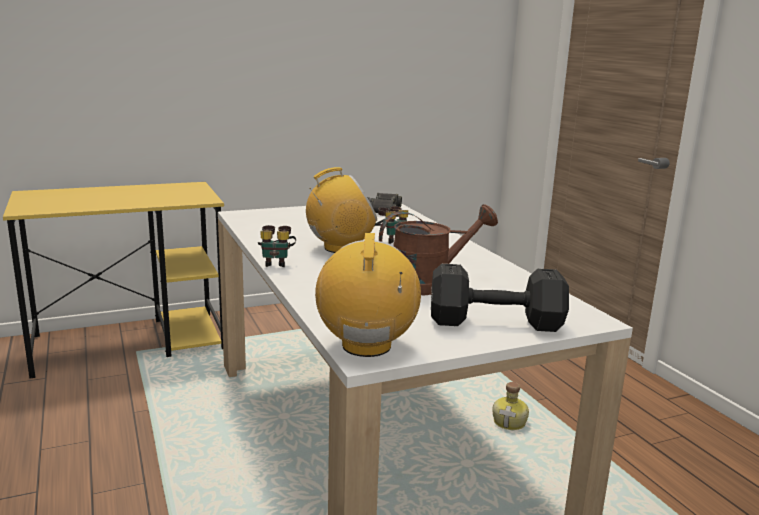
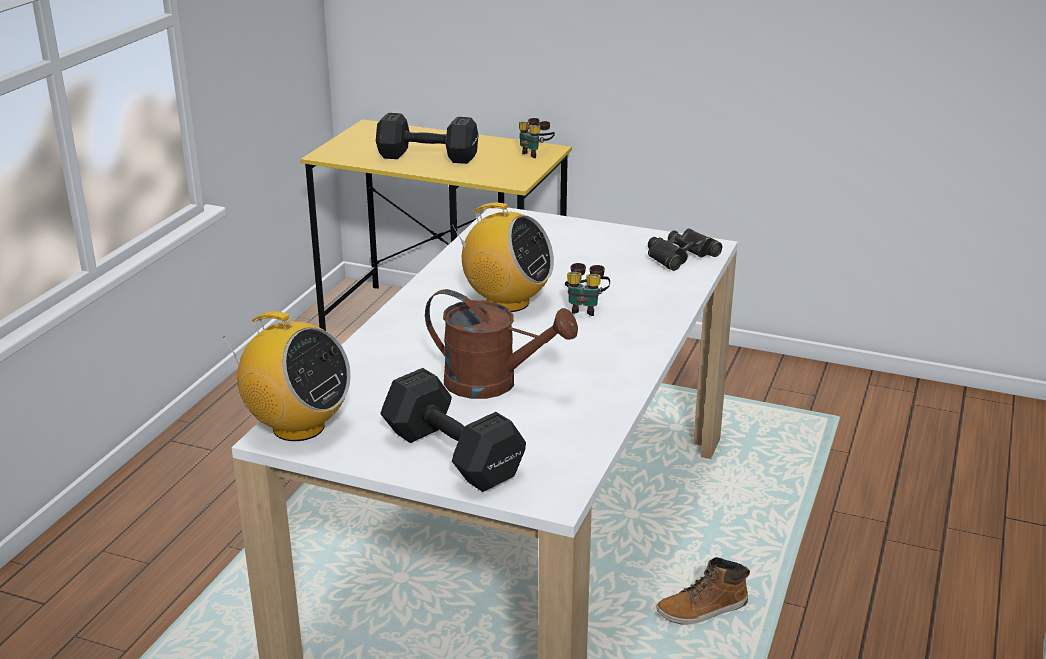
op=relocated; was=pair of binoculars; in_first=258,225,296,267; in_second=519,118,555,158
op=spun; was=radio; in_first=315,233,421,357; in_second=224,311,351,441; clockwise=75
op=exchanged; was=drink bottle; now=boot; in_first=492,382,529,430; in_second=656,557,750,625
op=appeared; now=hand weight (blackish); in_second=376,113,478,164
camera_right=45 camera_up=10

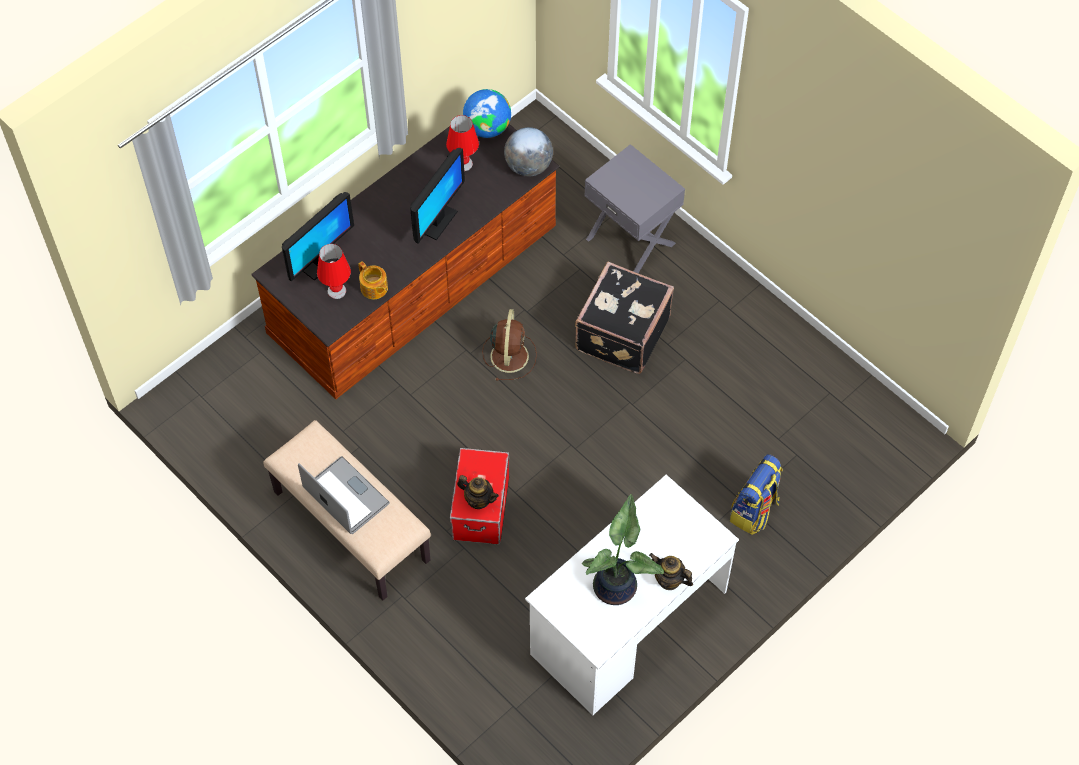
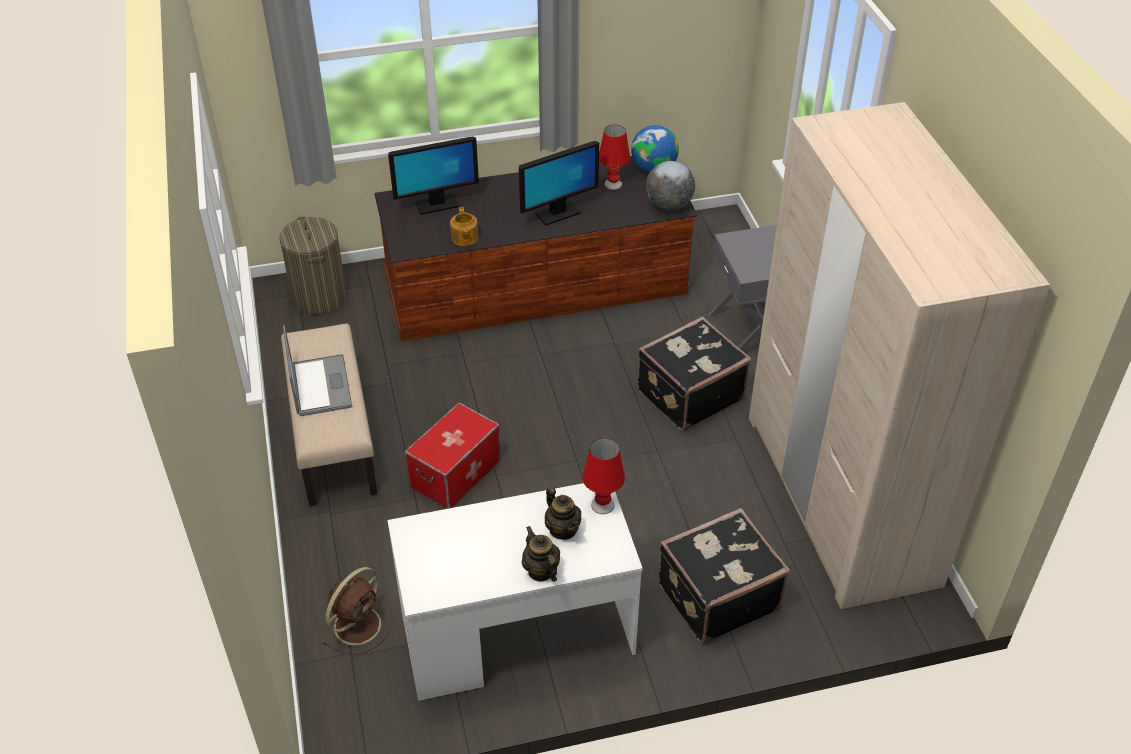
op=relocated; was=table lamp (red); in_first=317,244,351,299; in_second=582,438,625,514
op=relocated; was=pot for tea; in_first=457,475,499,509; in_second=545,487,581,540
op=relocated; was=fan (brown-coloured); in_first=482,309,537,381; in_second=322,567,393,655
op=missing; was=plant in a pot; in_first=582,494,664,605
op=exchanged; was=rucksack; now=piece of luggage (blackish); in_first=730,454,783,535; in_second=658,508,790,644
op=appeared; now=hamper; in_second=279,217,347,315
op=appeared; now=clothes cupboard (beige); in_second=749,102,1050,609
camera_right=30 camera_up=-15

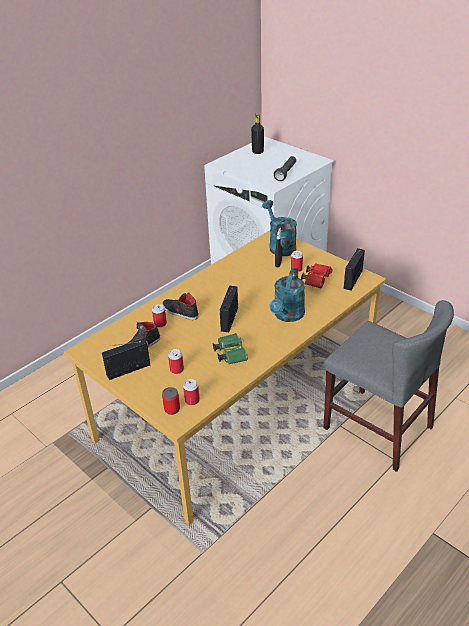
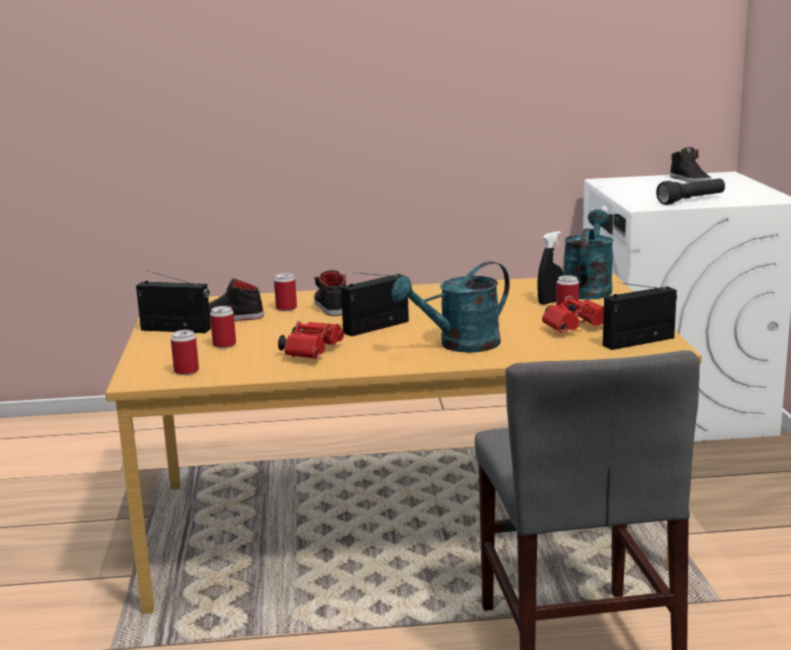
op=missing; was=can; in_first=162,387,180,415
op=colour; was=pair of binoculars (green-coloured); now=pair of binoculars (red); in_first=213,333,248,364; in_second=278,321,344,359
op=exchanged; was=drink bottle (blackish); now=shoe (blackish); in_first=251,113,264,154; in_second=670,147,711,183
camera_right=40 camera_up=-20

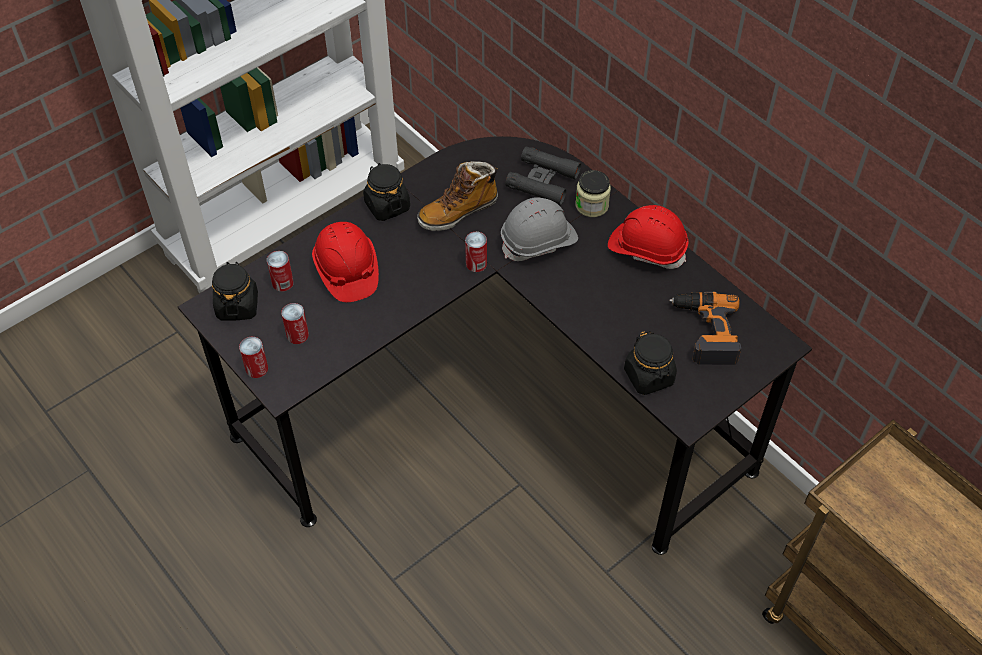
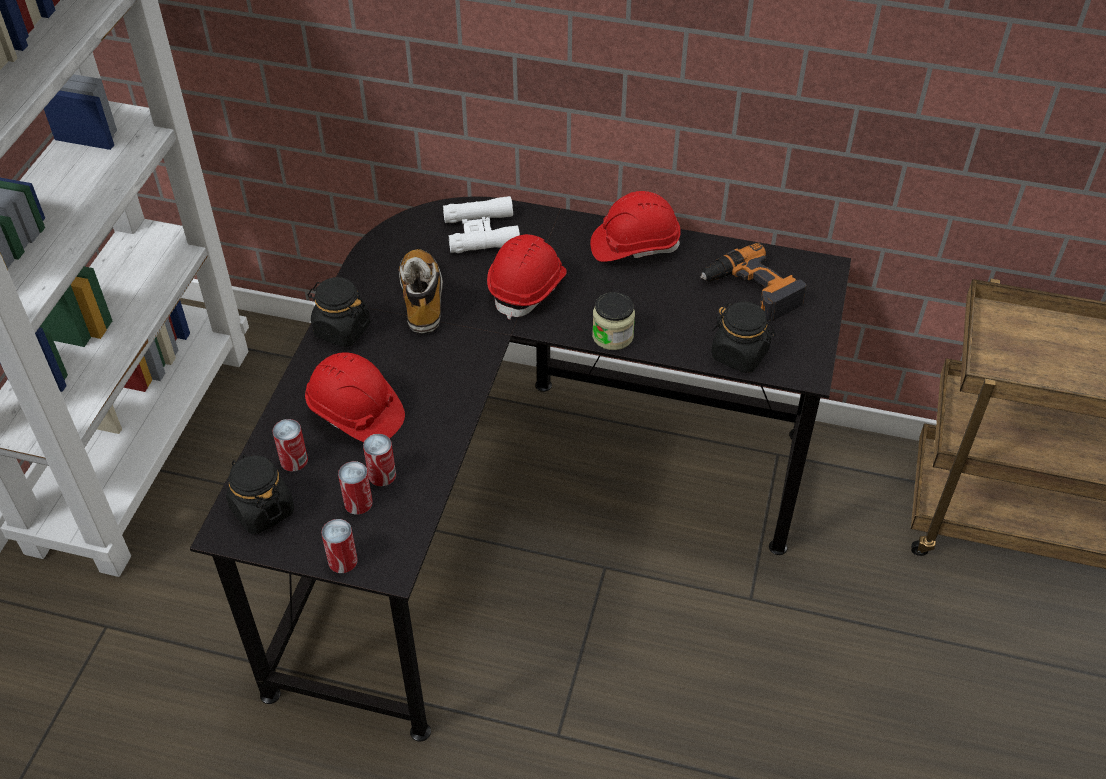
op=spun; was=boot; in_first=417,161,498,231; in_second=398,249,443,334; clockwise=150
op=relocated; was=can; in_first=465,232,487,272; in_second=363,434,396,486
op=colour; was=safety helmet (gray); now=safety helmet (red); in_first=501,197,578,261; in_second=487,234,567,320
op=colour; was=pair of binoculars (blackish); now=pair of binoculars (white-coloured); in_first=505,147,581,206; in_second=443,196,520,253
op=relocated; was=jar; in_first=575,170,611,217; in_second=592,292,635,350
camera_right=-35 camera_up=-5

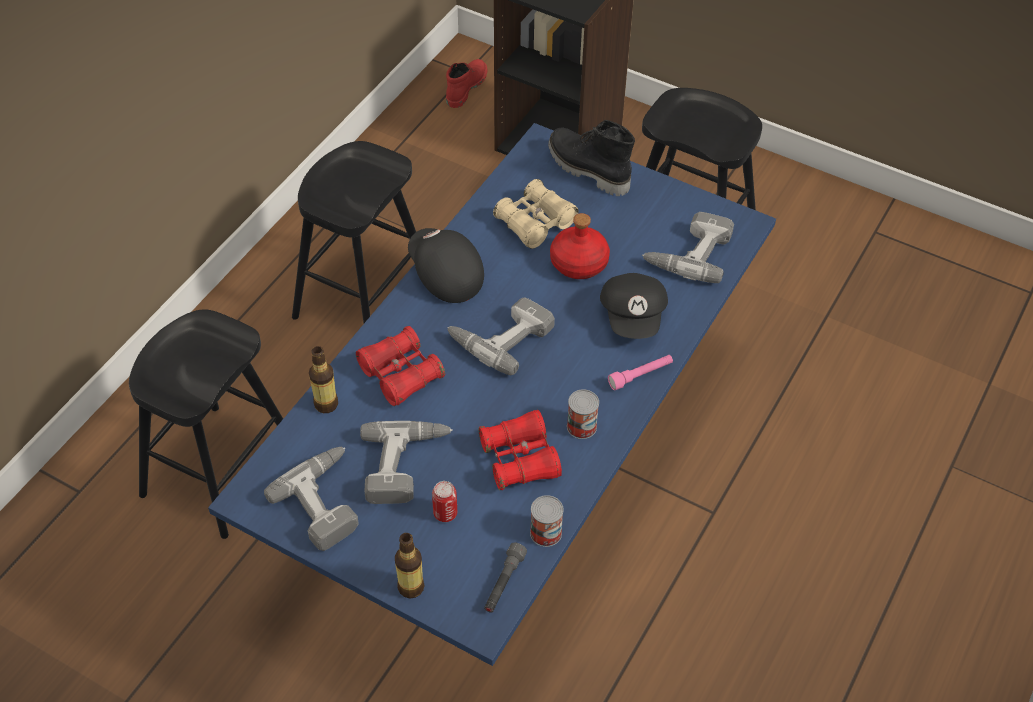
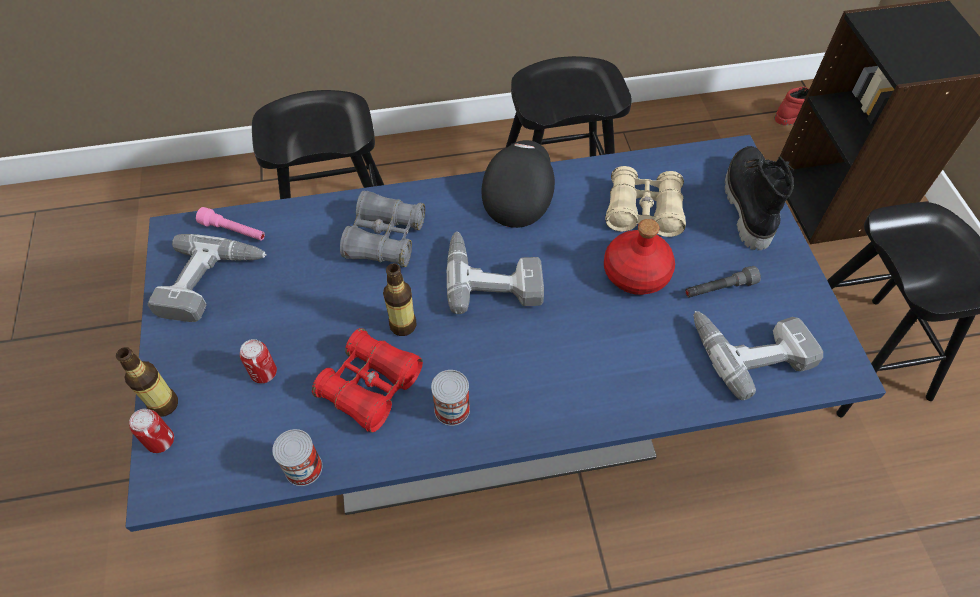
op=relocated; was=drink bottle; in_first=309,346,338,413; in_second=383,263,416,336
op=colour; was=pair of binoculars (red); now=pair of binoculars (gray); in_first=356,326,445,406; in_second=340,191,425,267
op=missing; was=electric drill; in_first=360,421,453,504
op=relocated; was=flashlight (gray); in_first=484,542,527,613; in_second=685,266,761,298
op=missing; was=peaked cap (blackish); in_first=600,273,668,339
op=relocated; was=flashlight (pinkish); in_first=608,355,673,390; in_second=196,207,265,241
op=appeared; now=can; in_second=129,409,174,453
camera_right=50 camera_up=5

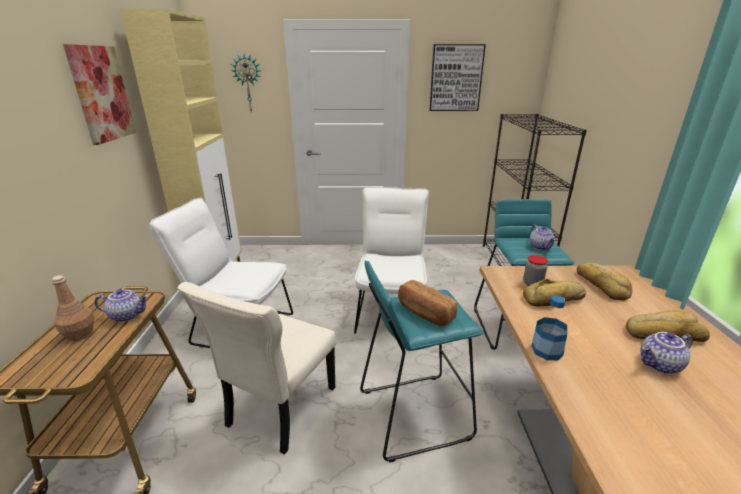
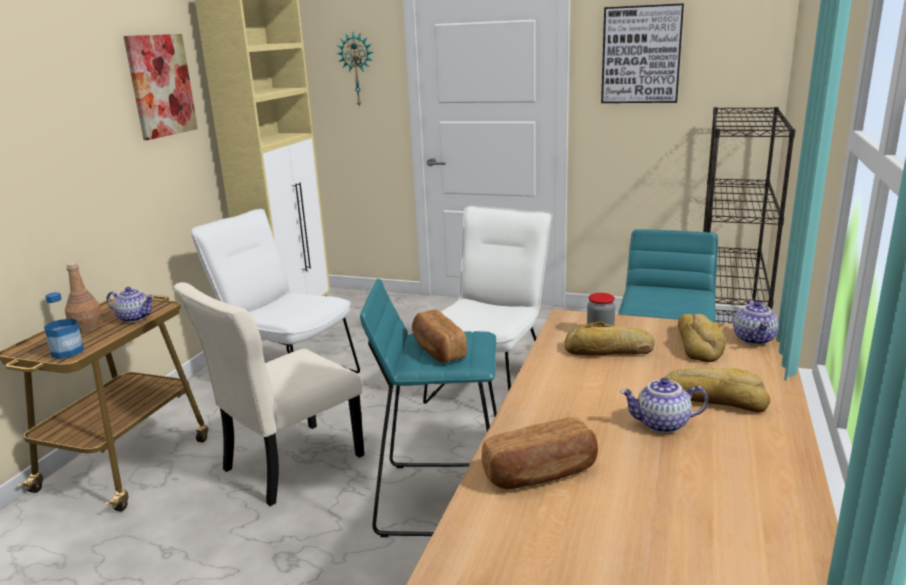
op=relocated; was=pot for tea; in_first=529,225,556,250; in_second=733,299,779,345
op=relocated; was=drink bottle; in_first=531,295,567,360; in_second=44,292,83,359
op=appeared; now=bakery bread; in_second=482,417,598,489
camera_right=20 camera_up=-5

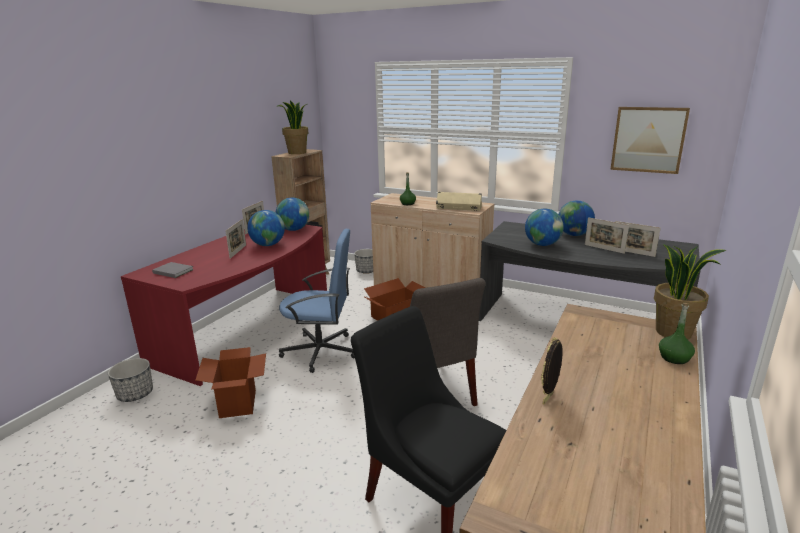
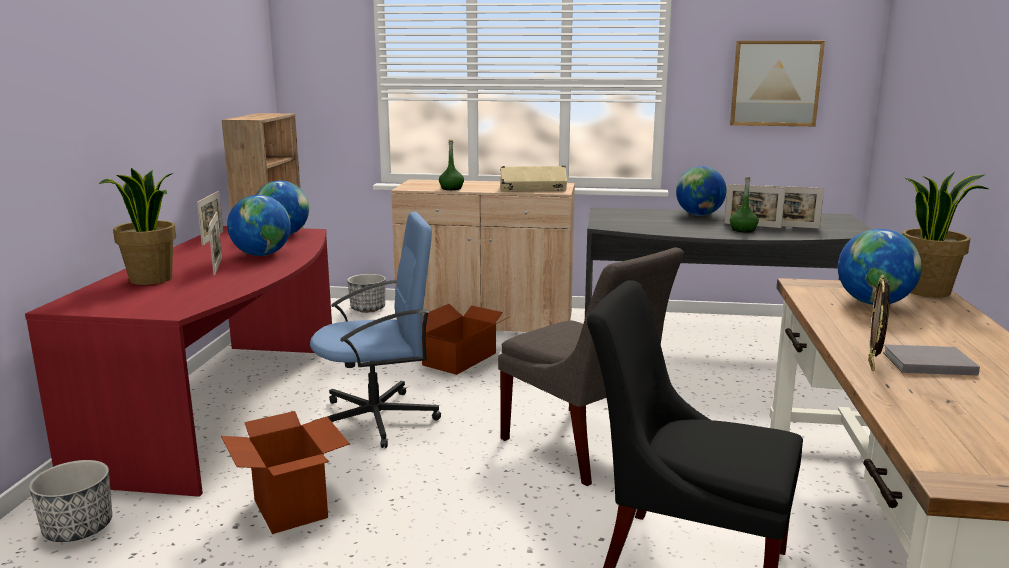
op=relocated; was=book (gray); in_first=152,262,194,278; in_second=883,344,980,376
op=relocated; was=plant in a pot; in_first=276,100,308,154; in_second=98,168,176,285
op=relocated; was=world globe; in_first=525,208,564,246; in_second=838,229,922,305
op=relocated; was=drink bottle (green-coloured); in_first=659,303,695,364; in_second=730,177,759,232
camera_right=-20 camera_up=-5

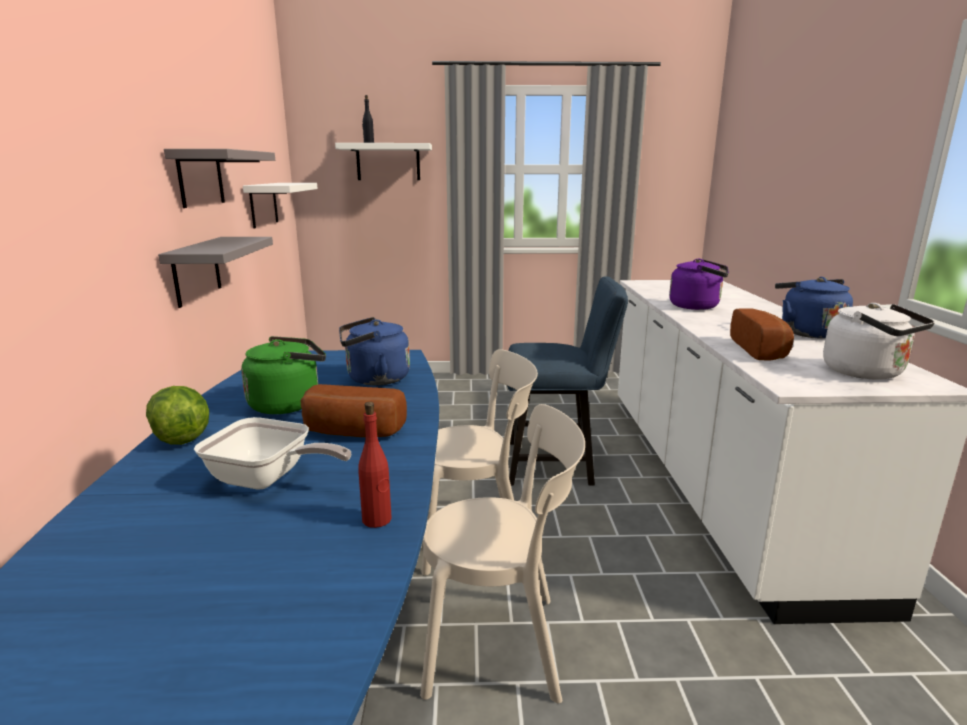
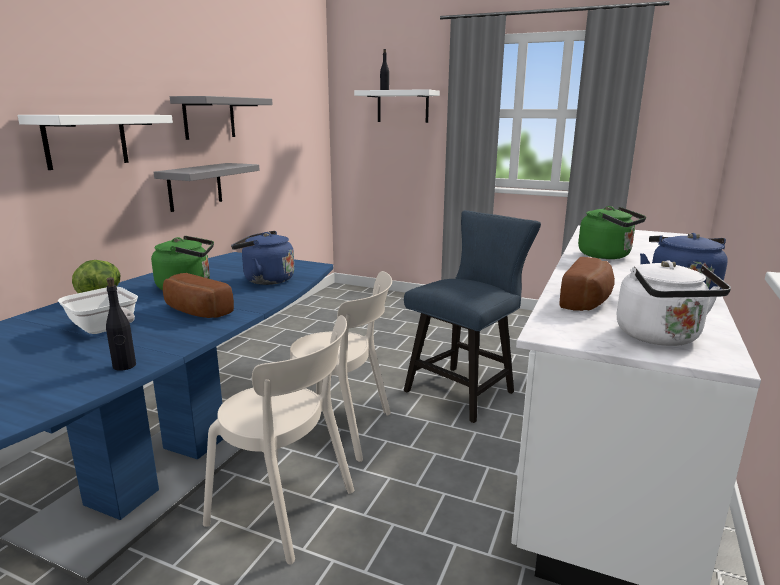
op=relocated; was=bracket shelf (white-coloured); in_first=243,183,318,229; in_second=18,115,173,170
op=colour; was=drink bottle (red); now=drink bottle (blackish); in_first=358,402,392,528; in_second=106,277,136,371
op=spun; was=chair (blue-coloured); in_first=507,276,628,486; in_second=404,210,541,423; clockwise=-75
op=colour; was=tea kettle (purple); now=tea kettle (green-coloured); in_first=669,259,729,310; in_second=578,206,646,259
camera_right=25 camera_up=0

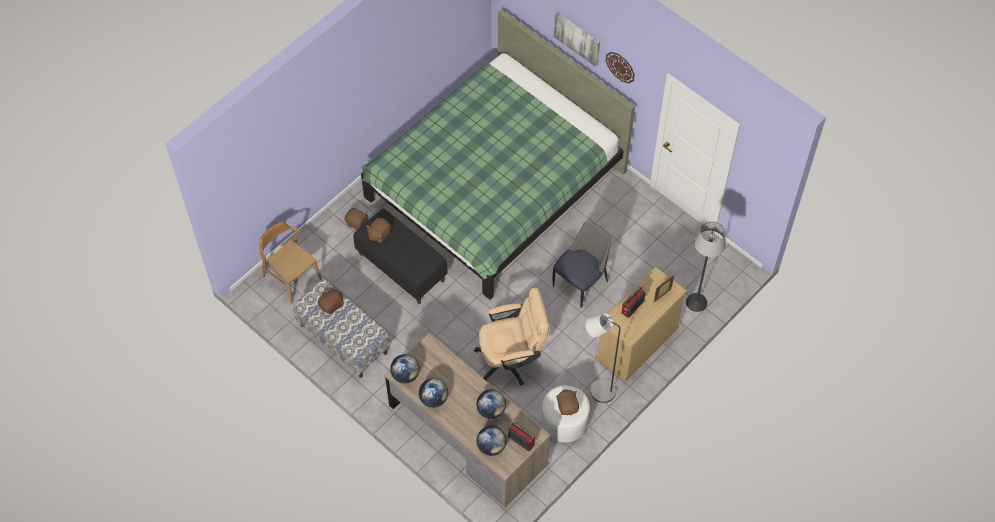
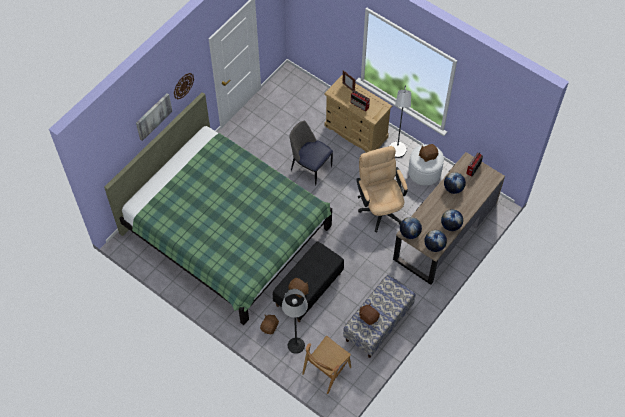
op=relocated; was=world globe; in_first=477,426,507,456; in_second=400,217,422,239
op=relocated; was=standard lamp; in_first=686,222,726,312; in_second=282,289,308,354
camera_right=-95 camera_up=0

